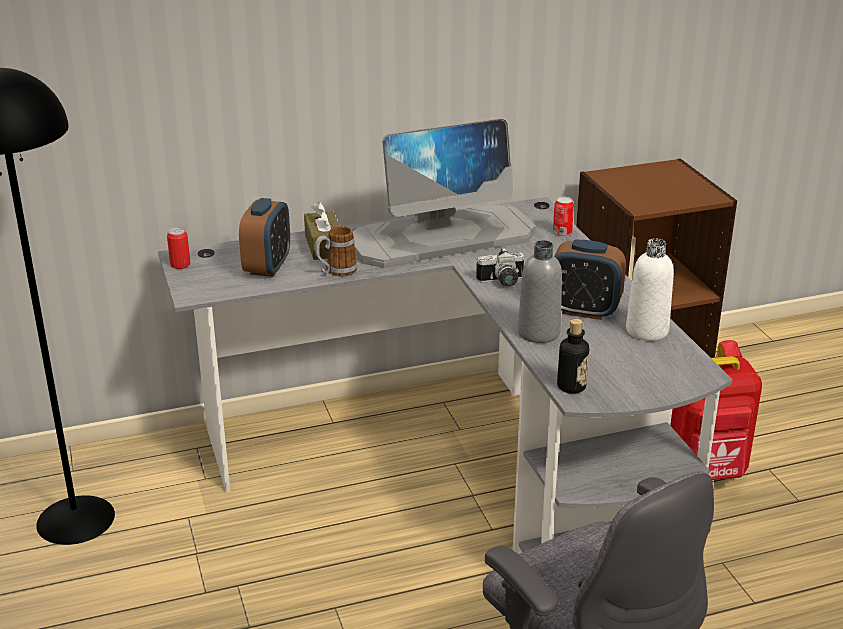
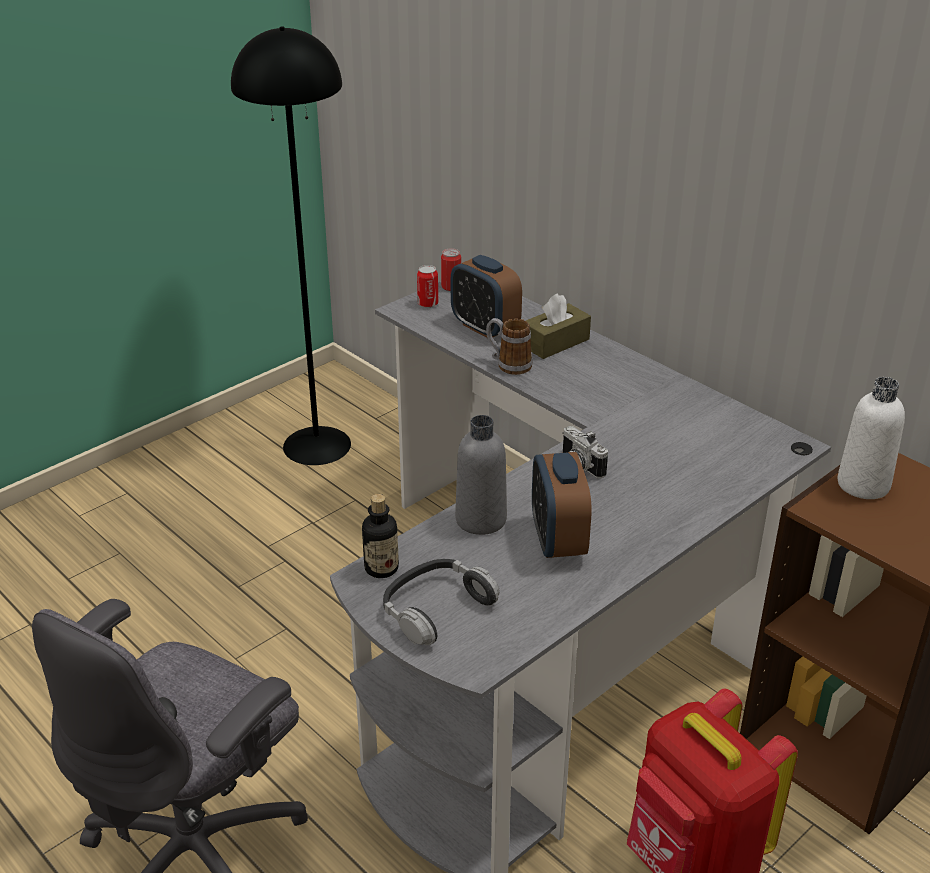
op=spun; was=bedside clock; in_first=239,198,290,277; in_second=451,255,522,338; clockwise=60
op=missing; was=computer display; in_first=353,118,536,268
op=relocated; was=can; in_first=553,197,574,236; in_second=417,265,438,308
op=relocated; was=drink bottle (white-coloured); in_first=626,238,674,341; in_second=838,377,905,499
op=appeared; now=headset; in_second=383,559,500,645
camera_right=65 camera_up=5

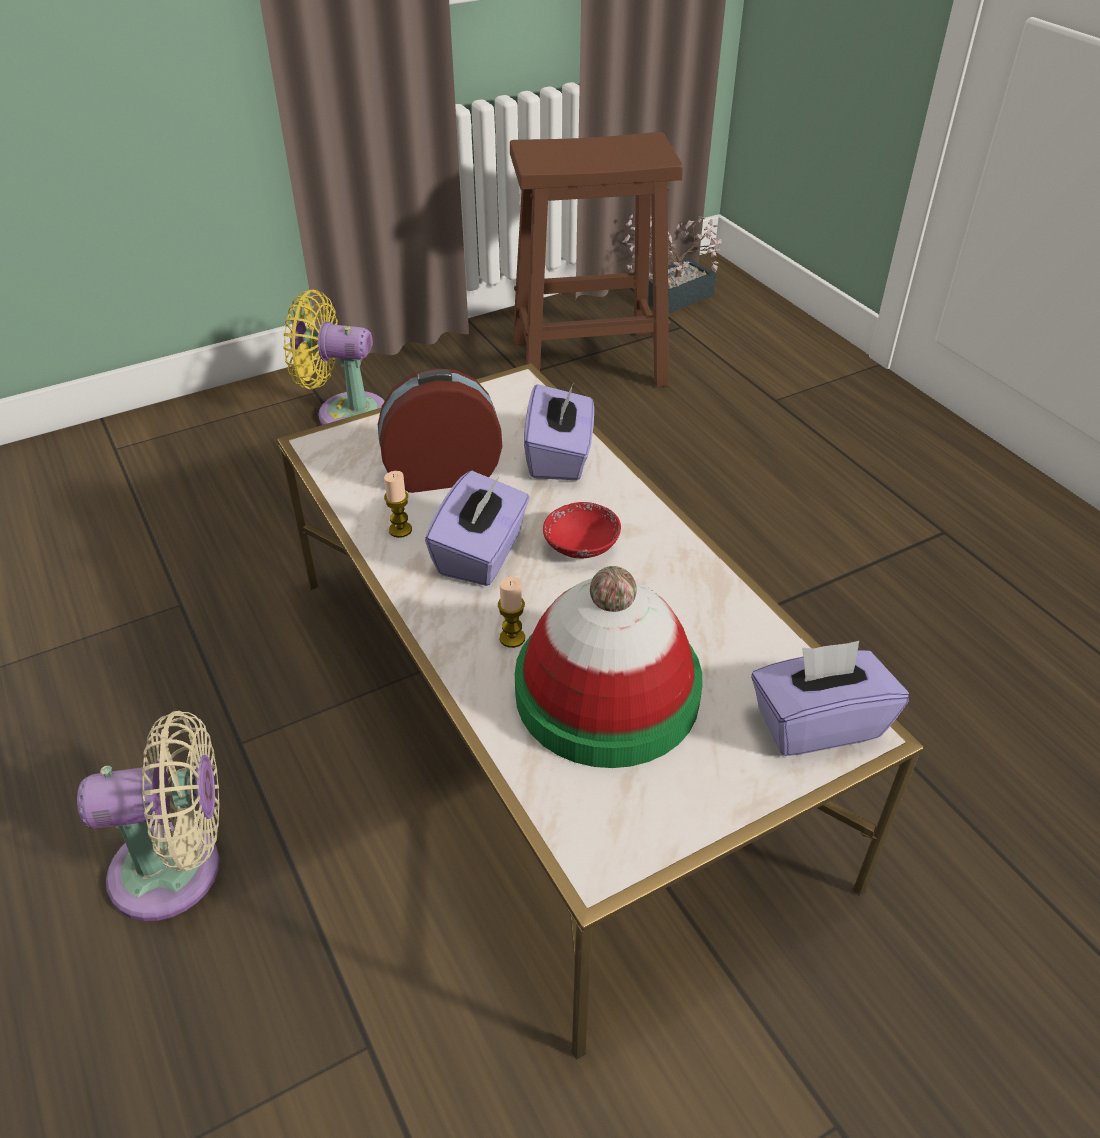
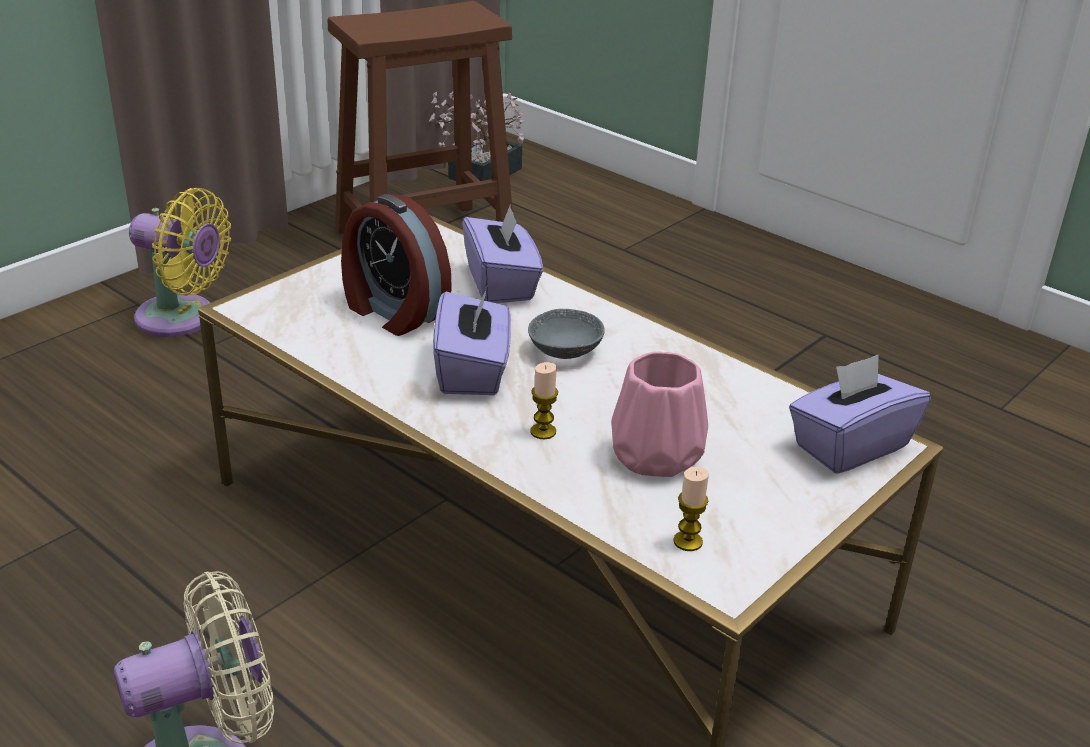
op=spun; was=fan (yellow-coloured); in_first=284,290,384,425; in_second=129,188,231,337; clockwise=-150
op=spun; was=bedside clock; in_first=378,368,502,493; in_second=341,194,452,336; clockwise=-105
op=relocated; was=wax light; in_first=384,471,412,538; in_second=673,467,709,551
op=exchanged; was=hat; now=decorative vase (pinkish); in_first=515,566,703,768; in_second=611,352,708,477
op=colour; was=deep dish (red); now=deep dish (gray); in_first=543,502,621,559; in_second=528,309,605,359
camera_right=-20 camera_up=-10

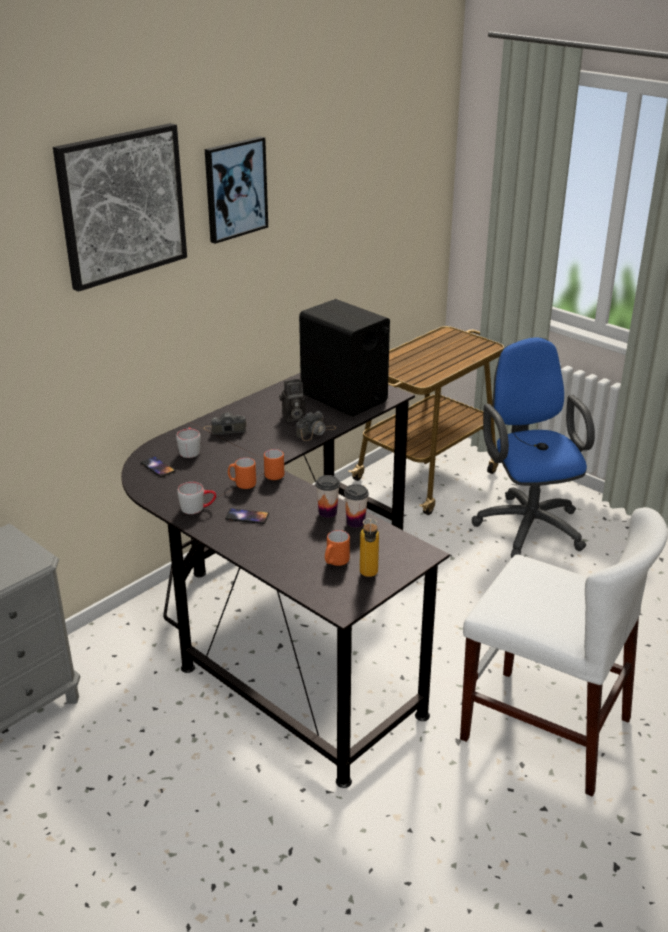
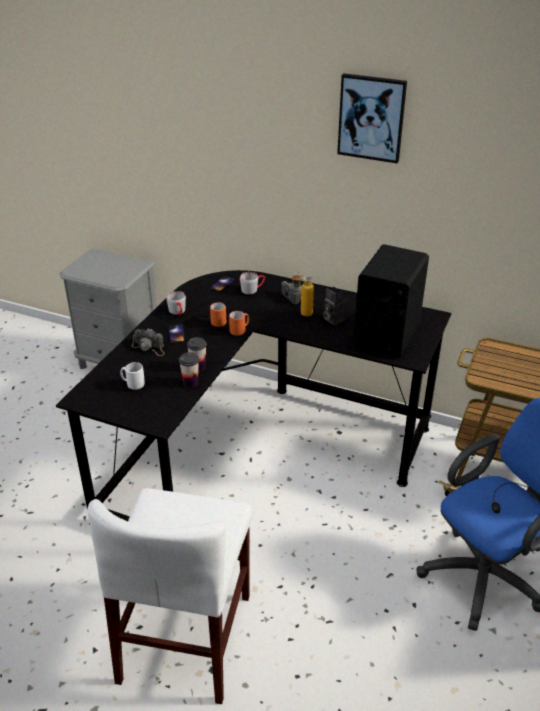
op=missing; was=wall picture; in_first=53,123,187,292
op=relocated; was=still camera; in_first=296,411,336,441; in_second=132,328,165,356
op=colour; was=coffee mug (orange-coloured); now=coffee mug (white-coloured); in_first=325,530,350,566; in_second=120,362,145,390
op=relocated; was=drink bottle; in_first=360,518,379,577; in_second=292,272,314,316
camera_right=70 camera_up=5

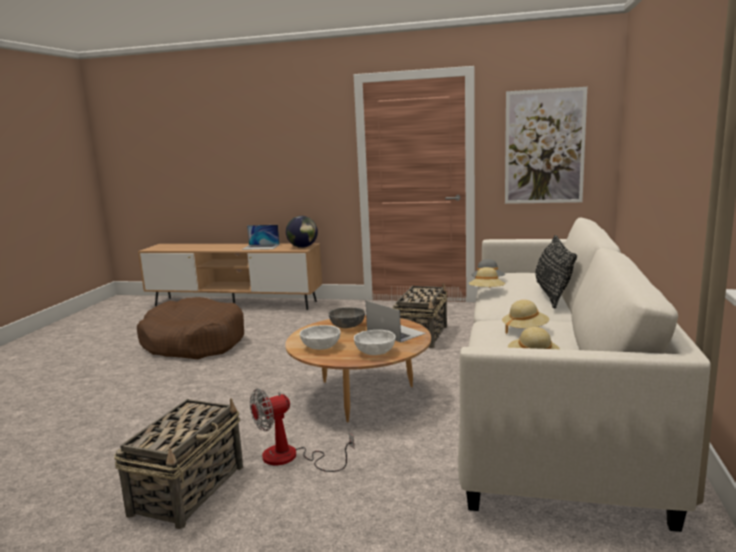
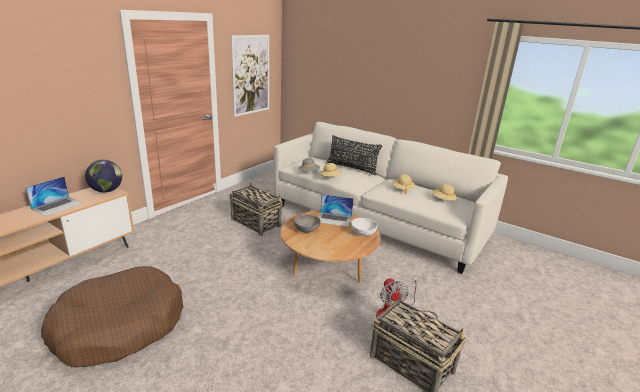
op=missing; was=deep dish (white-coloured); in_first=300,325,341,350
op=spun; was=portable computer; in_first=366,301,426,343; in_second=318,194,354,227; clockwise=-150
camera_right=-70 camera_up=10

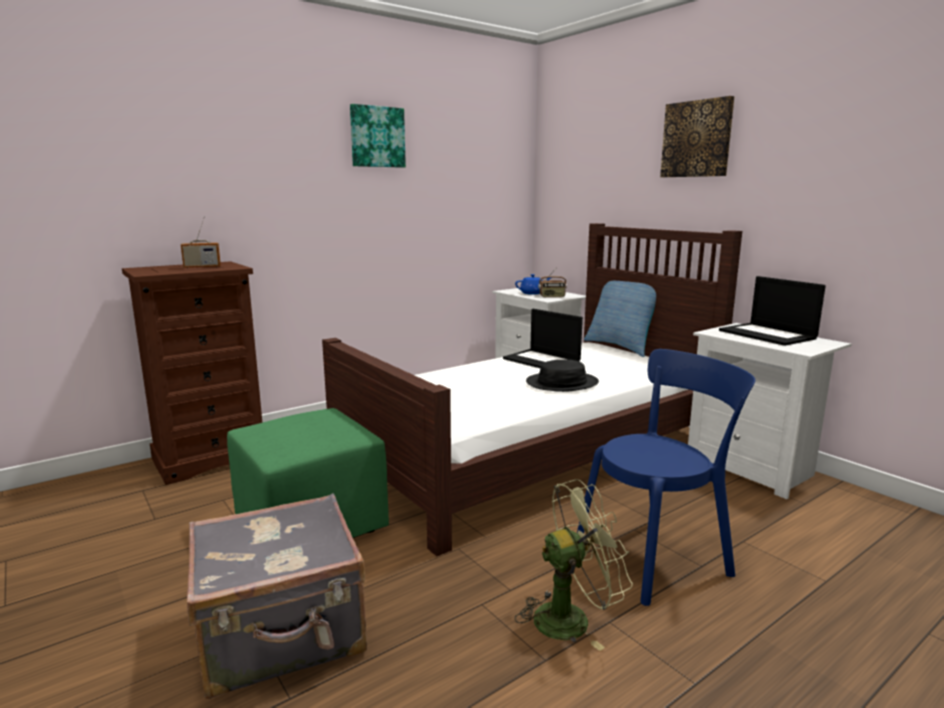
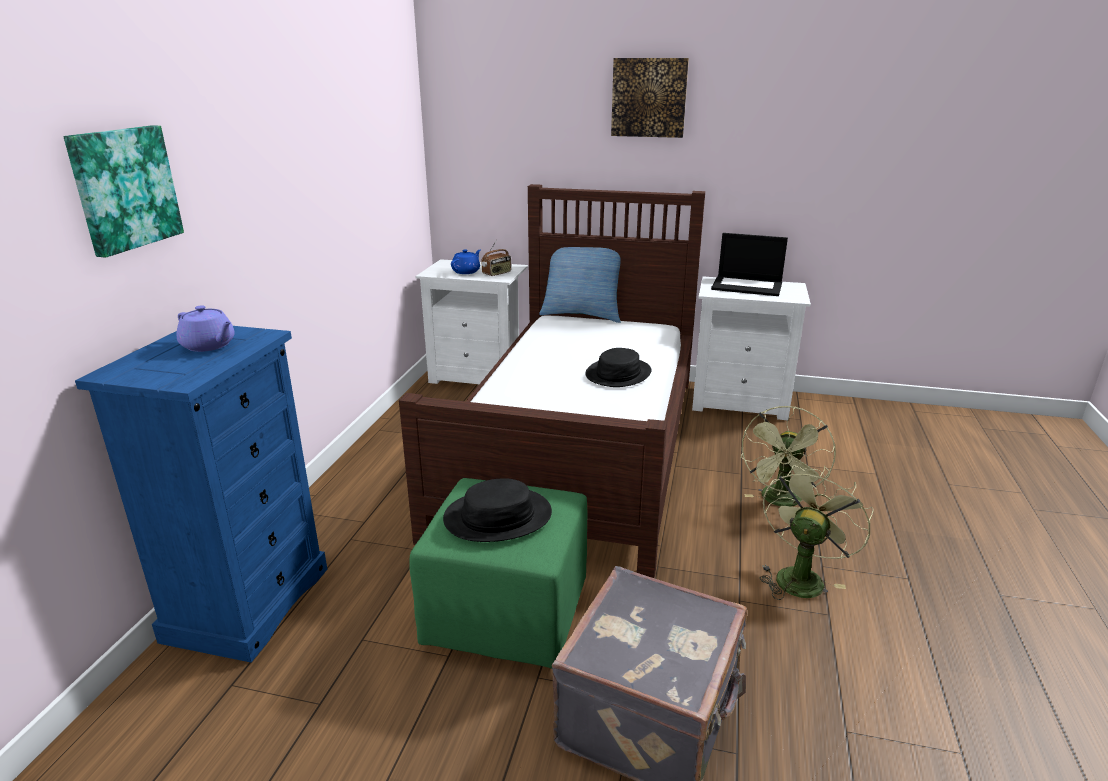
op=colour; was=dresser (brown-coloured); now=dresser (blue-coloured); in_first=122,261,262,485; in_second=75,326,327,663
op=exchanged; was=radio; now=pot for tea (purple); in_first=181,217,221,268; in_second=176,305,235,352
op=relocated; was=wall picture; in_first=350,104,406,168; in_second=63,125,184,258
op=missing; was=portable computer; in_first=503,309,583,368
op=exchanged; was=chair (blue-coloured); now=fan (green-coloured); in_first=577,349,756,606; in_second=740,406,836,506
op=appeared; now=hat (blackish); in_second=443,478,552,542
camera_right=-40 camera_up=10

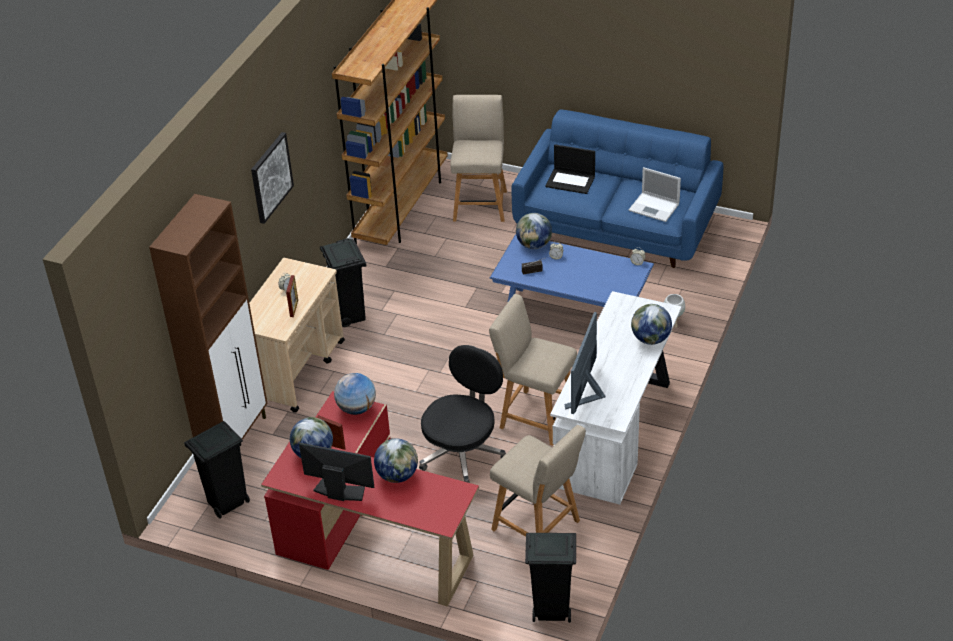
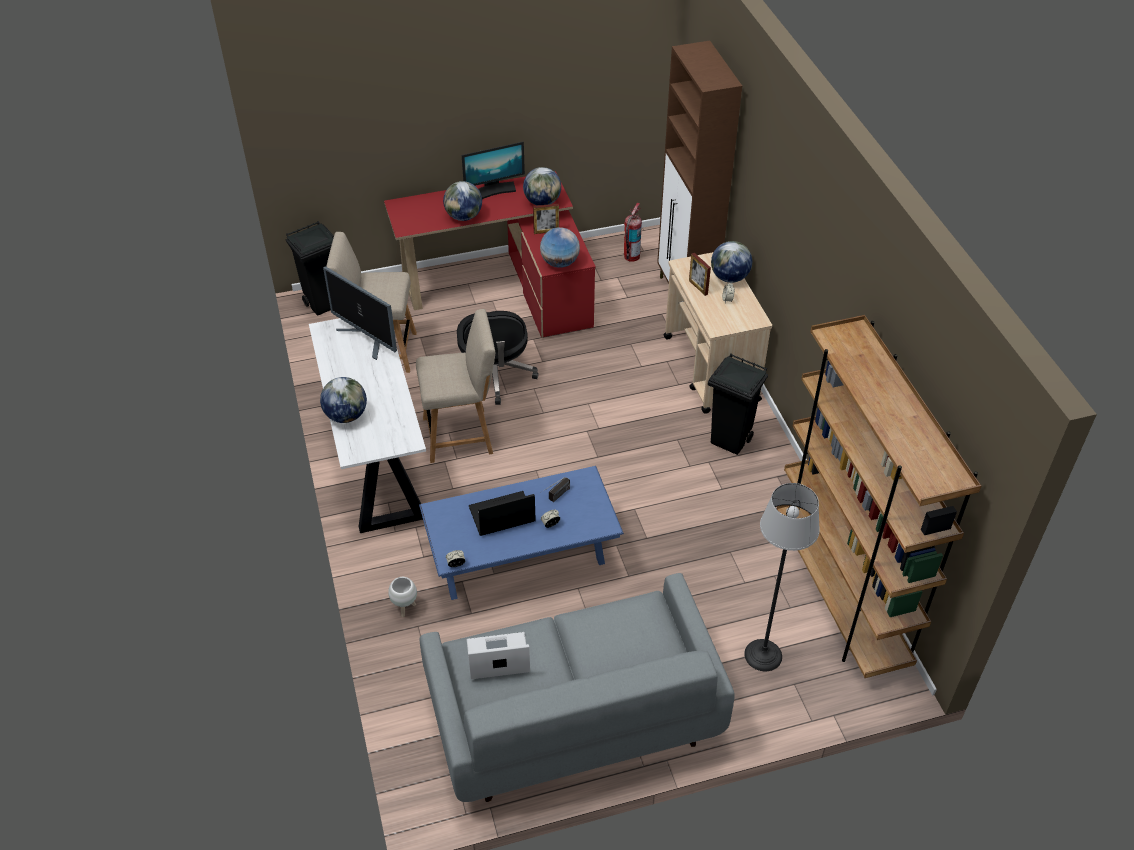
op=exchanged; was=rubbish bin (blackish); now=extinguisher; in_first=184,421,250,519; in_second=624,203,642,262
op=missing; was=wall picture; in_first=251,132,294,224
op=exchanged; was=chair (beige); now=standard lamp; in_first=451,95,507,222; in_second=744,483,820,671
op=colour; was=settee (blue-coloured); now=settee (gray); in_first=512,109,723,268; in_second=419,573,735,802
op=relocated; was=world globe; in_first=516,213,552,249; in_second=711,241,752,283
op=relocated; was=portable computer; in_first=546,145,595,194; in_second=469,491,536,536
op=spun; was=computer display; in_first=565,312,606,414; in_second=323,266,397,360; clockwise=150
camera_right=140 camera_up=5

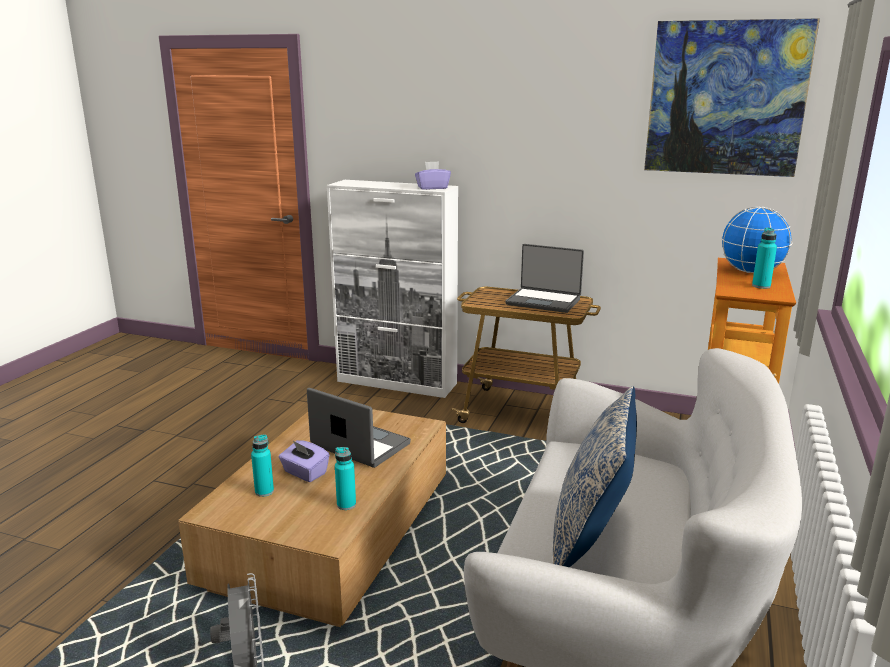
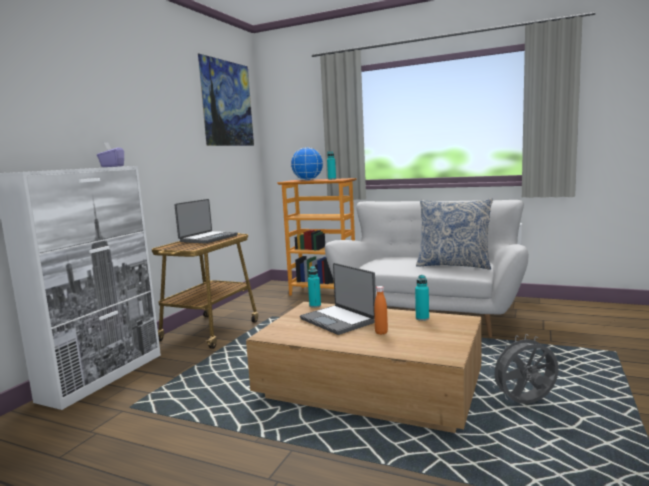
op=relocated; was=drink bottle (blue-green); in_first=251,434,274,497; in_second=308,266,321,308
op=exchanged; was=tissue holder (purple); now=drink bottle (orange-coloured); in_first=279,440,329,482; in_second=374,286,388,335
op=spun; was=portable computer; in_first=307,388,411,468; in_second=300,263,376,335; clockwise=-75
camera_right=-85 camera_up=-10

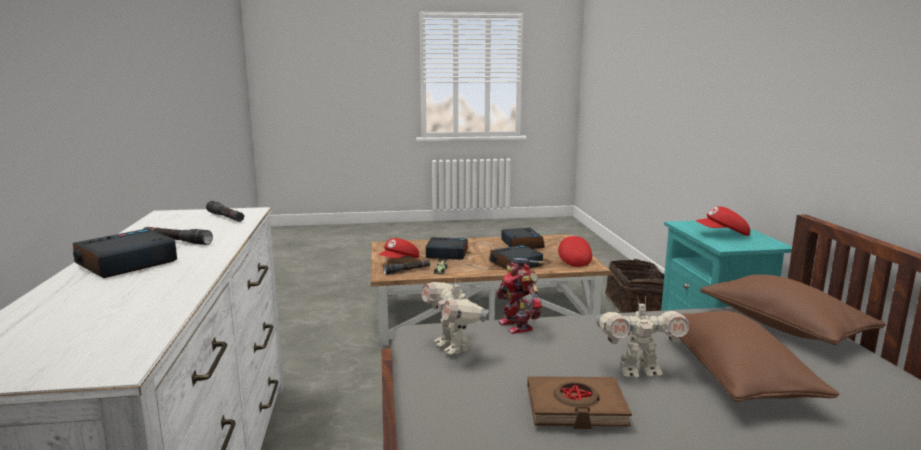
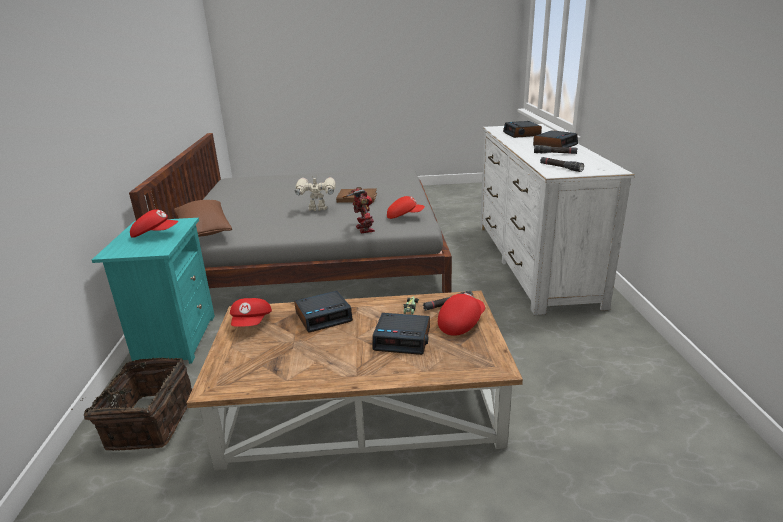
op=exchanged; was=toy robot; now=peaked cap (red); in_first=422,280,489,355; in_second=387,196,425,219
op=relocated; was=bedside clock; in_first=501,228,545,249; in_second=503,121,542,138
op=missing; was=throw pillow (brown-coloured); in_first=679,311,839,402
camera_right=-175 camera_up=10

